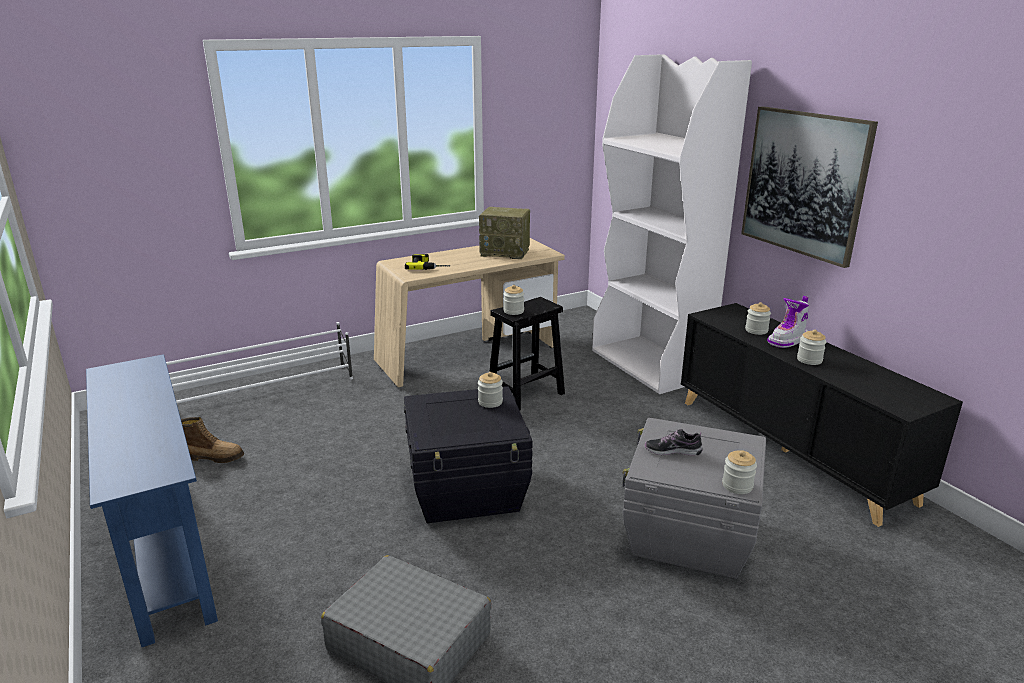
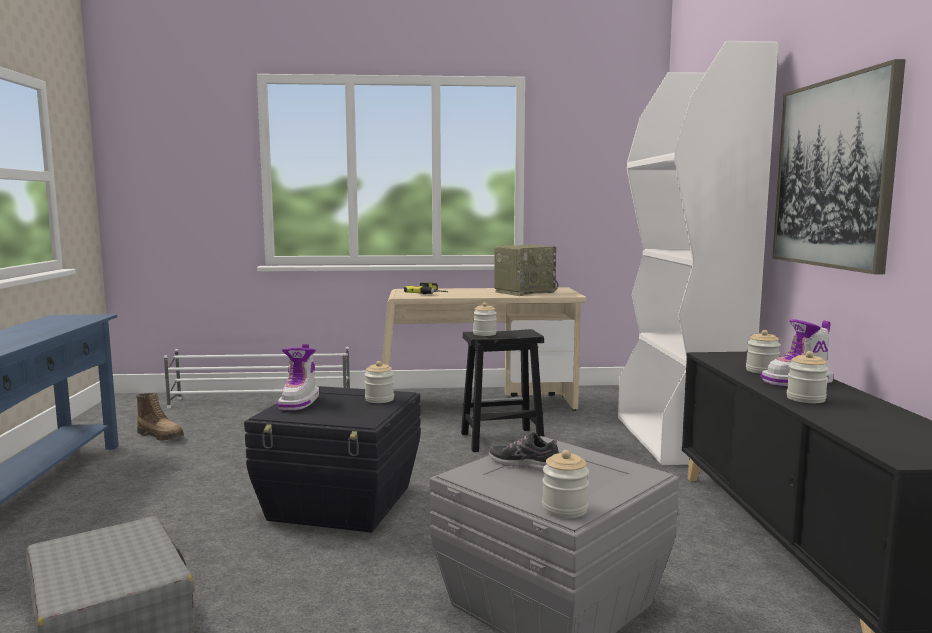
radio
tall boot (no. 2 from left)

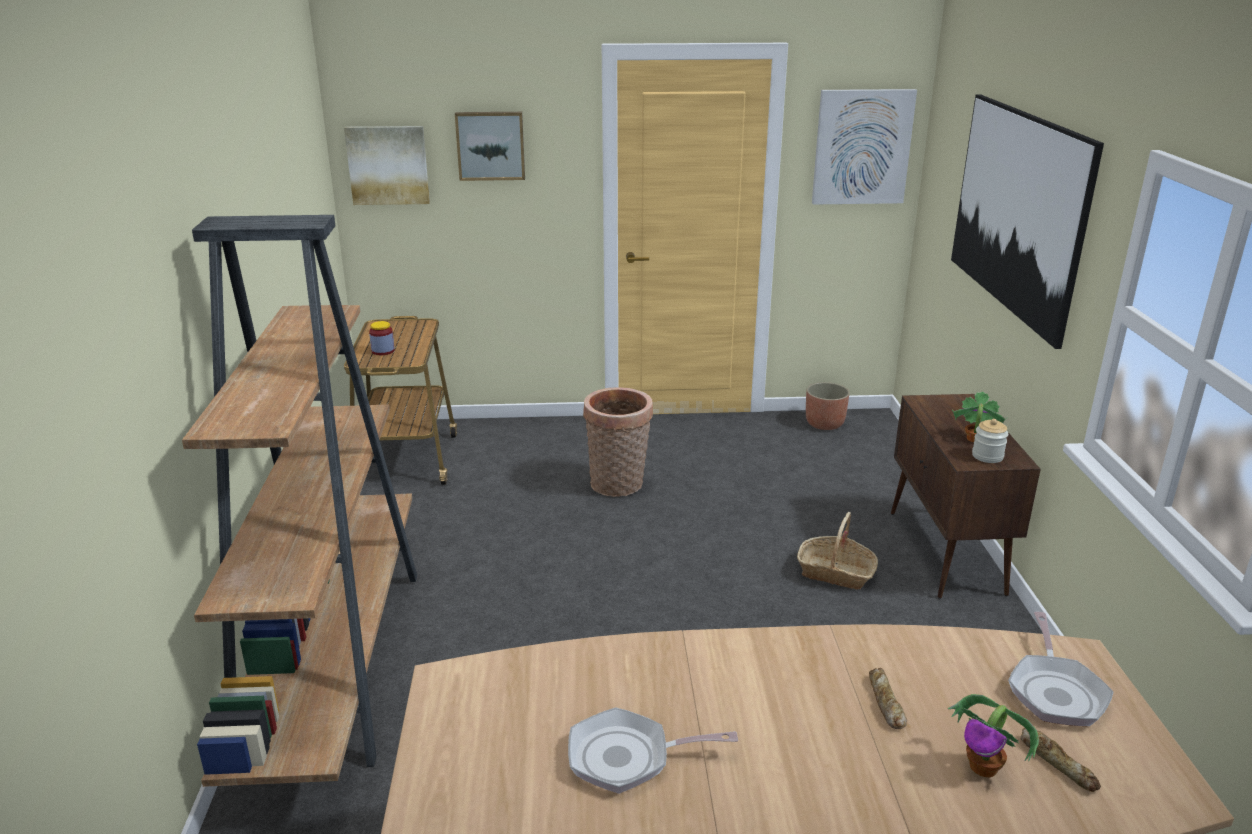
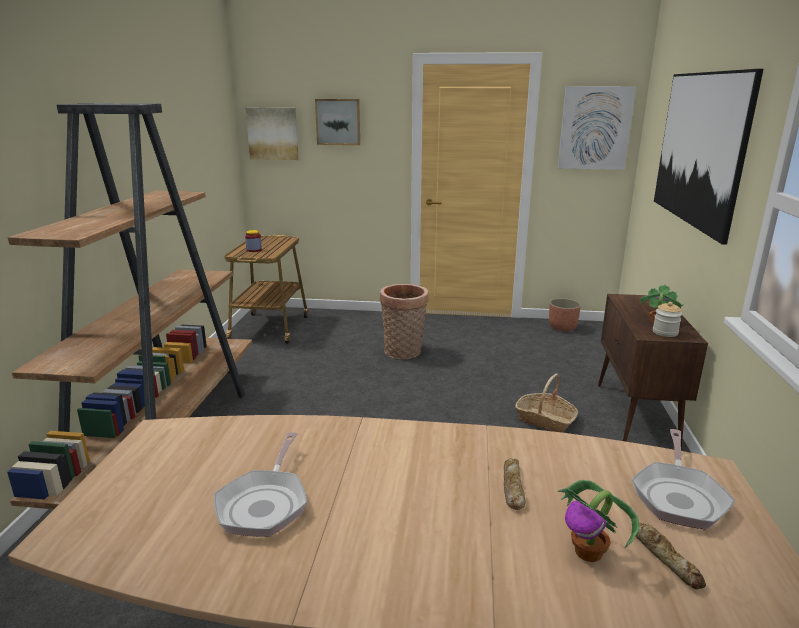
skillet (no. 1 from left)

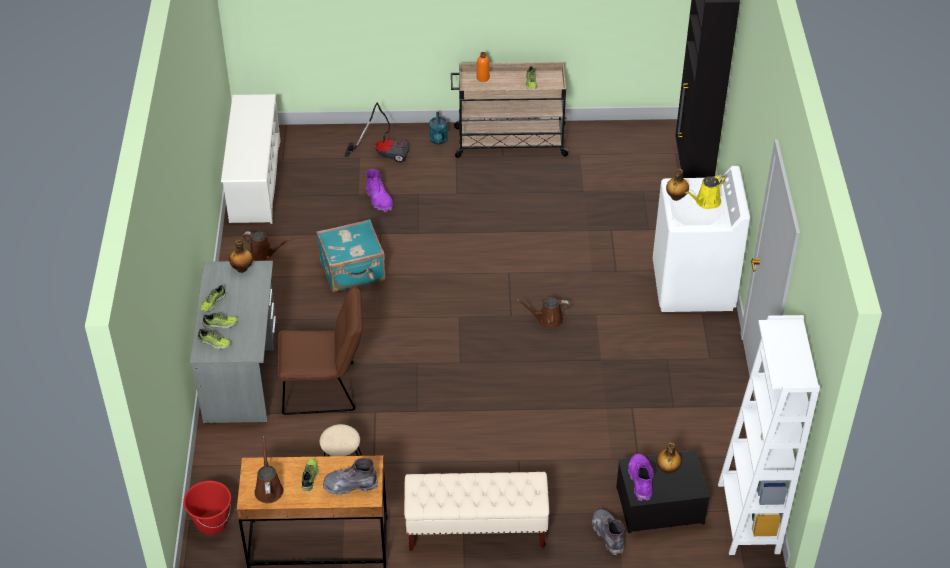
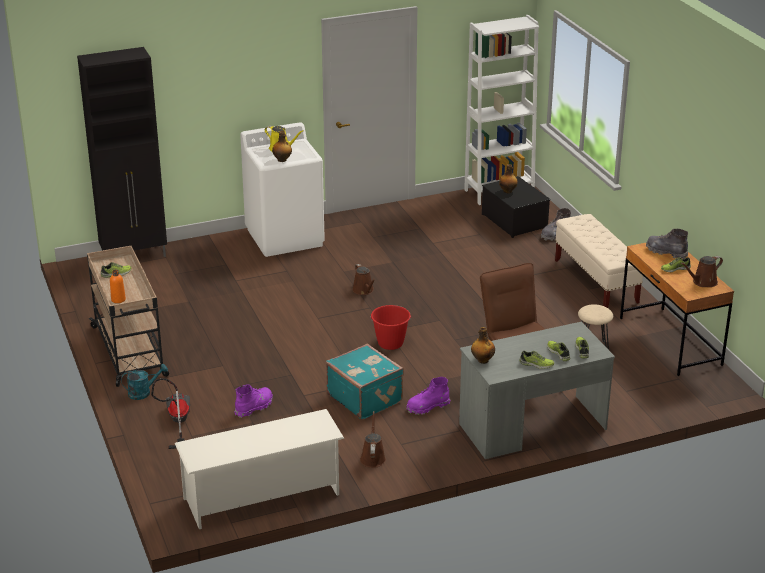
reddish bucket
grey tall boot (no. 2 from left)
purple-coloured tall boot (no. 2 from left)

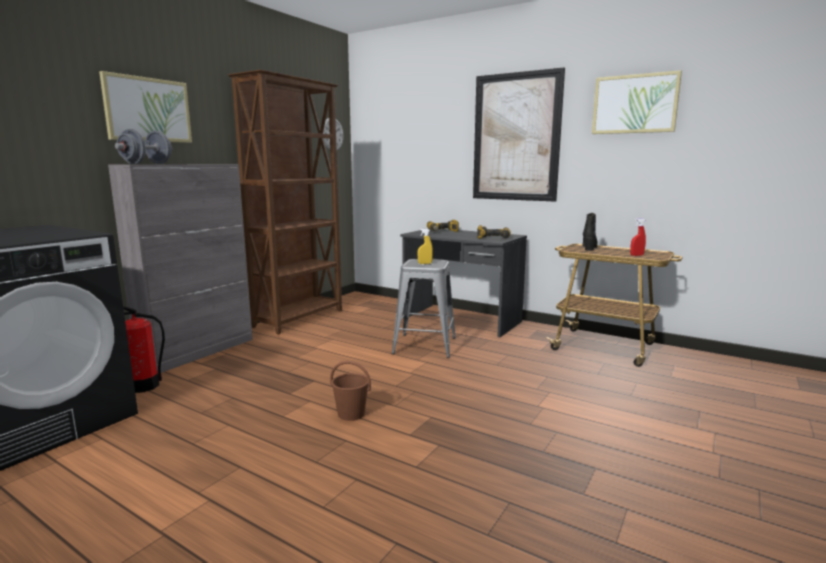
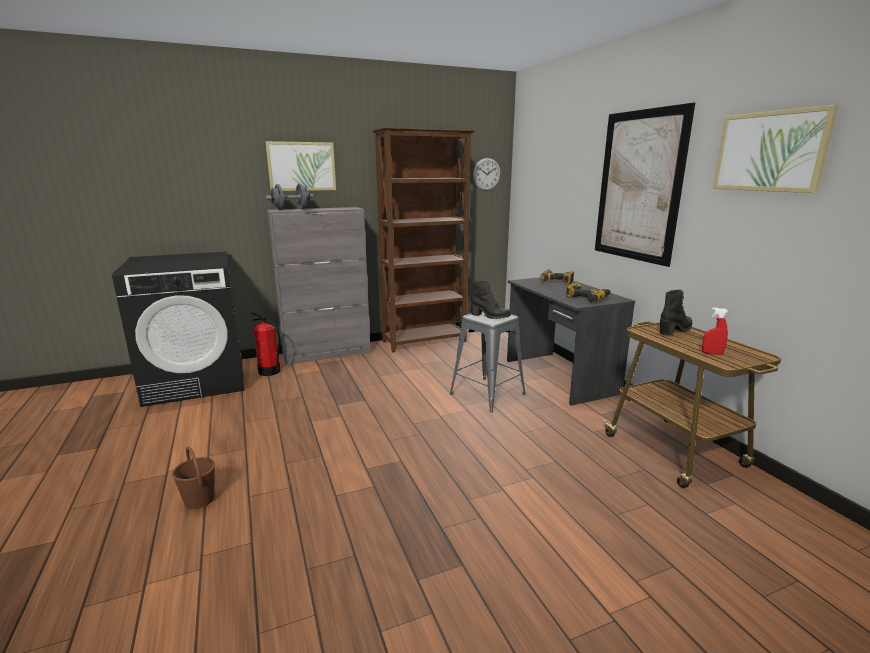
brown bucket
blackish tall boot (no. 1 from left)

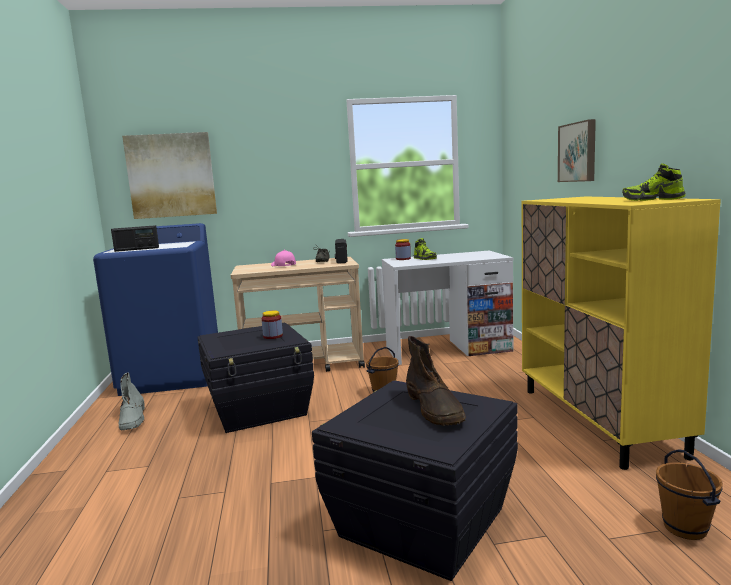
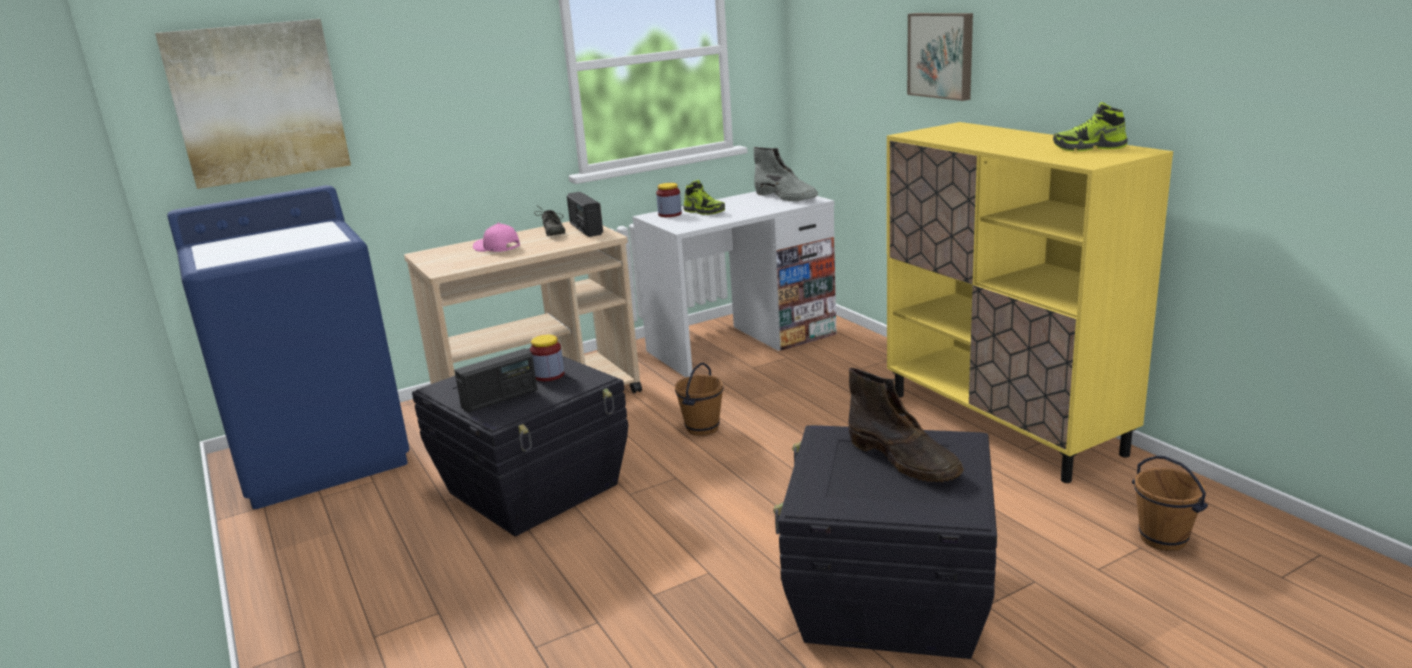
radio (no. 1 from left)
grey tall boot

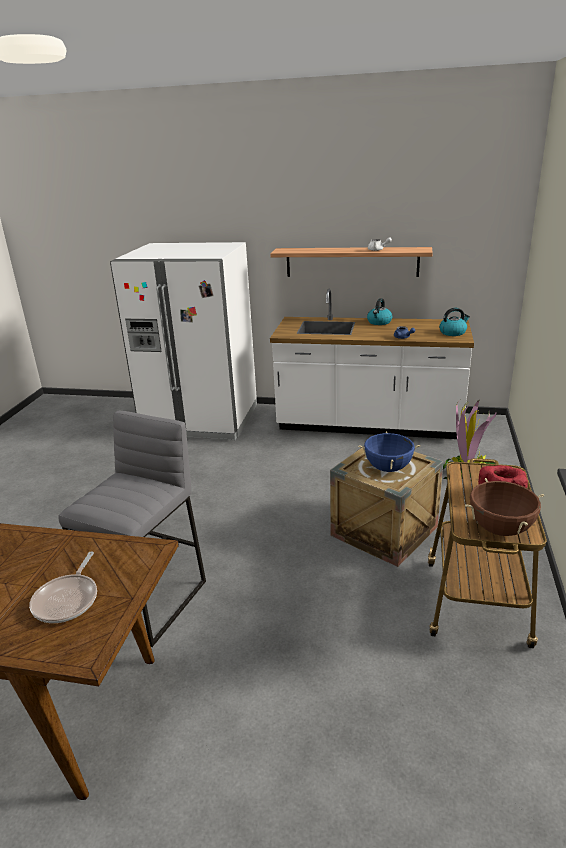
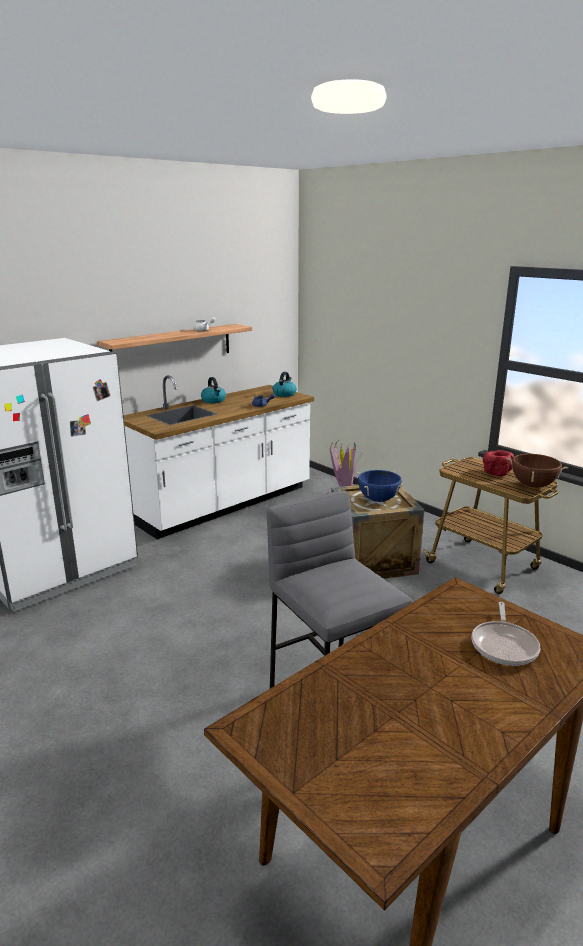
skillet

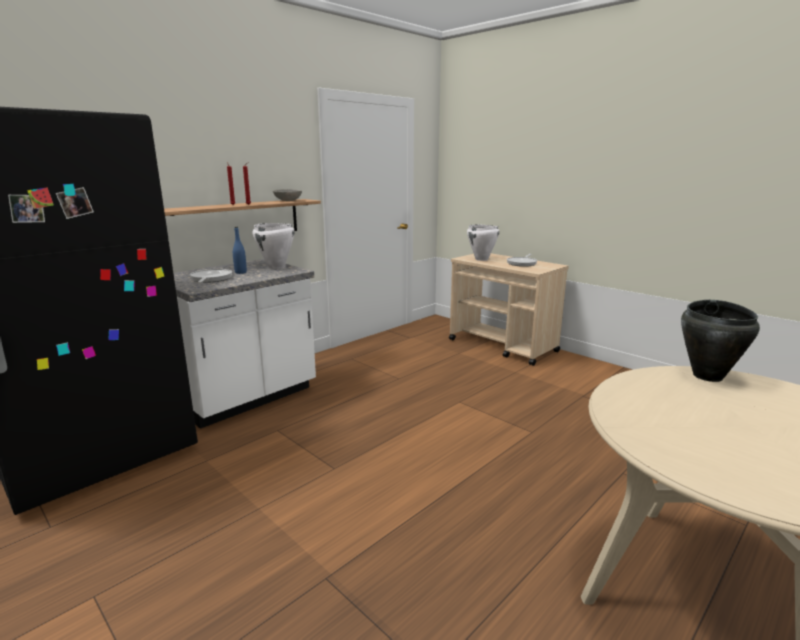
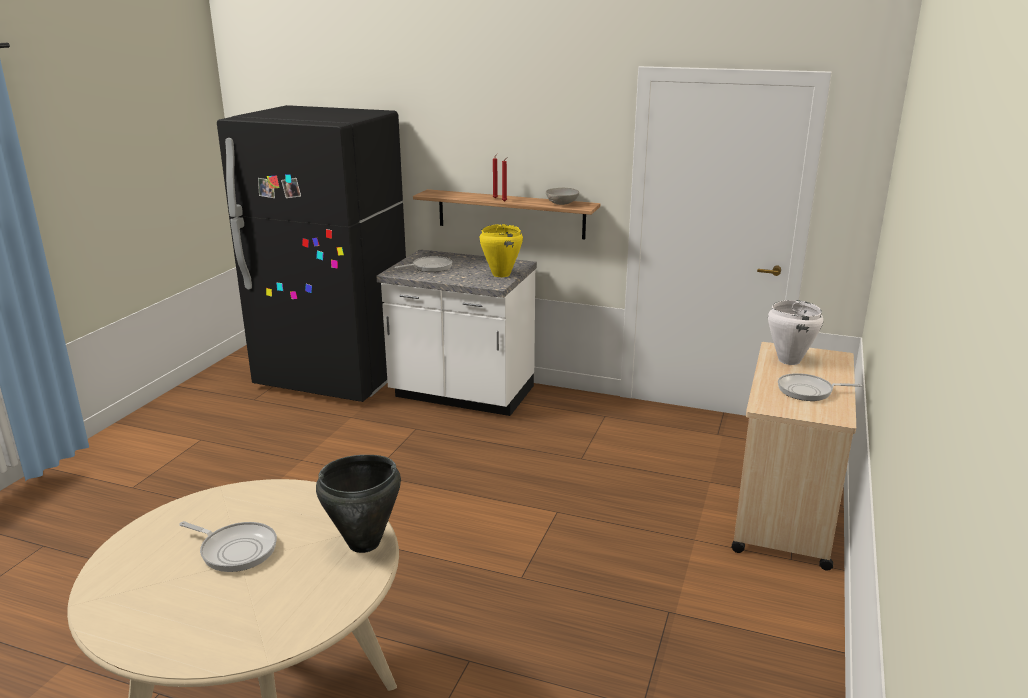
bluish bottle
yellow cooking pot
skillet (no. 1 from left)

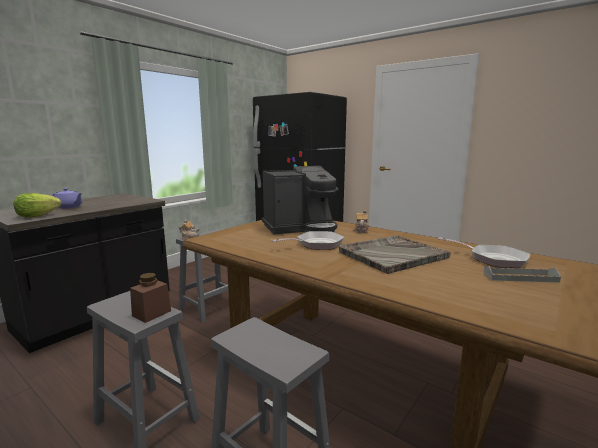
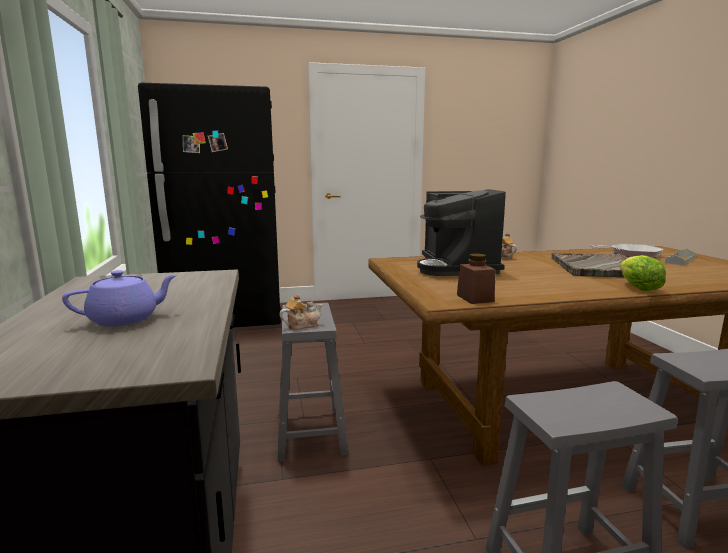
lettuce head
brown jar
coffee maker
skillet (no. 1 from left in the first image)

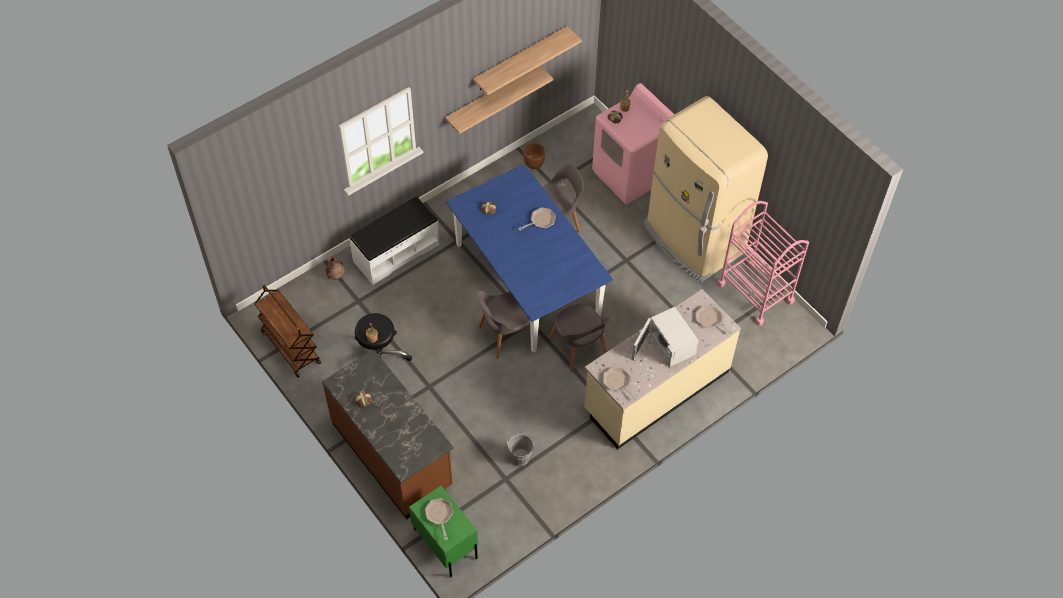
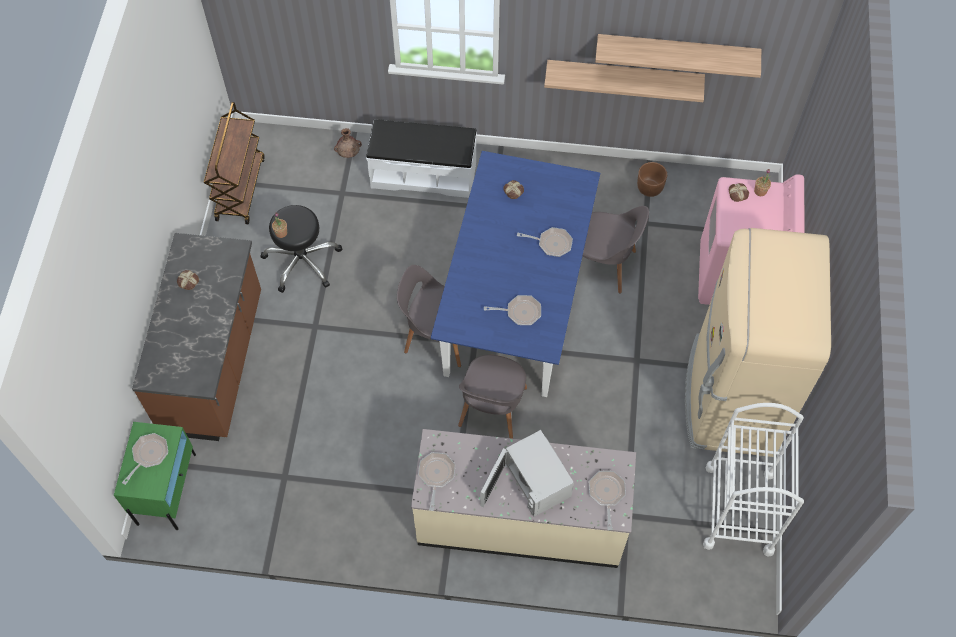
grey bucket
white microwave
white wheeled cart
skillet (no. 3 from left)

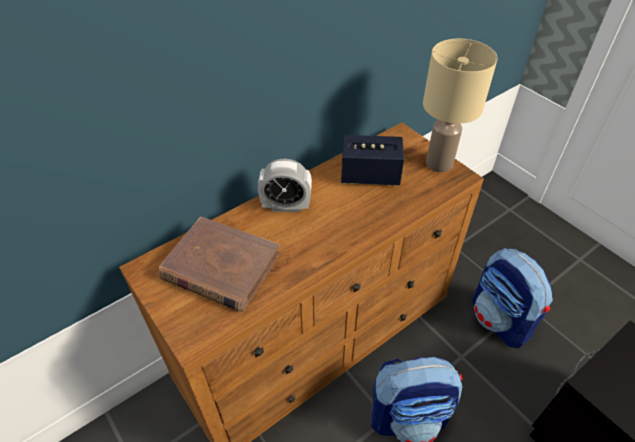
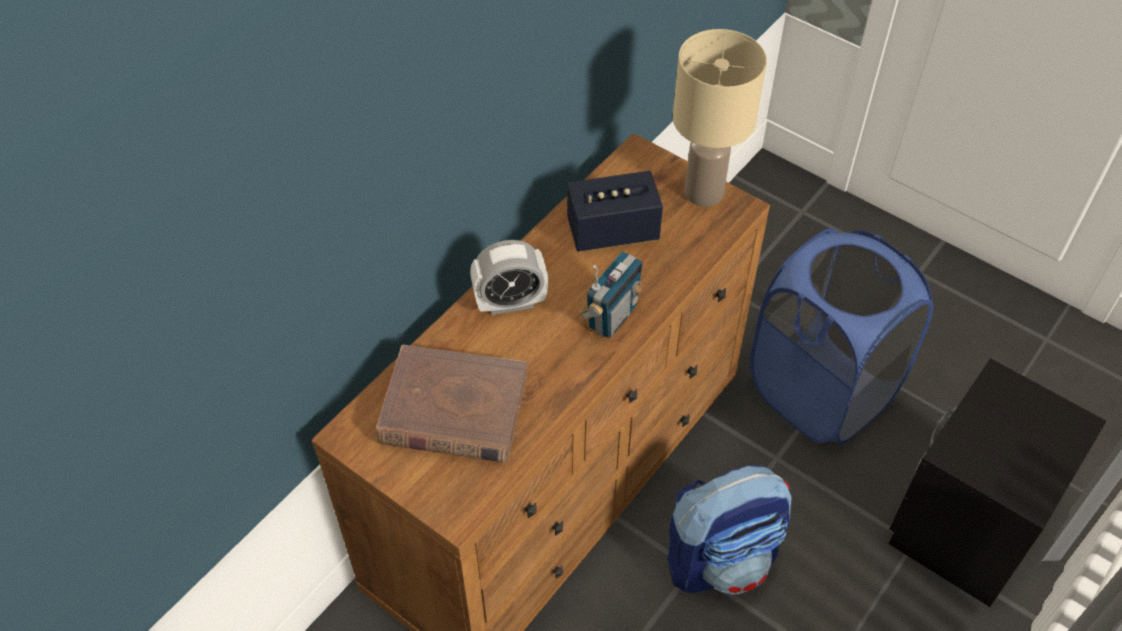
bluish hamper
radio

